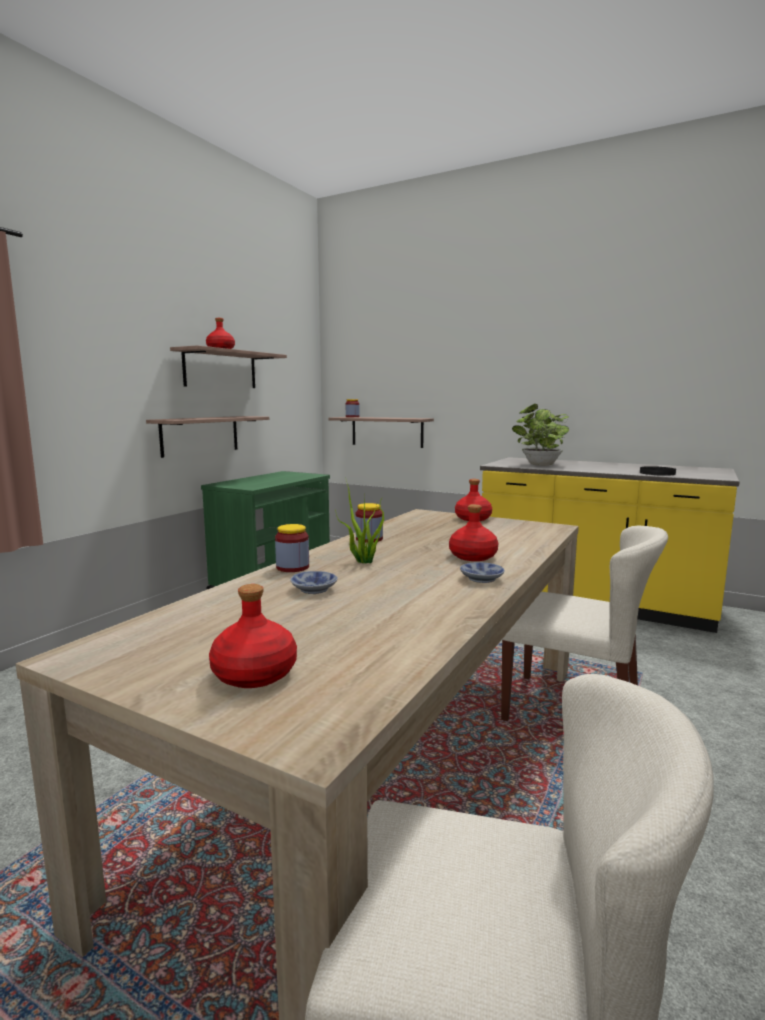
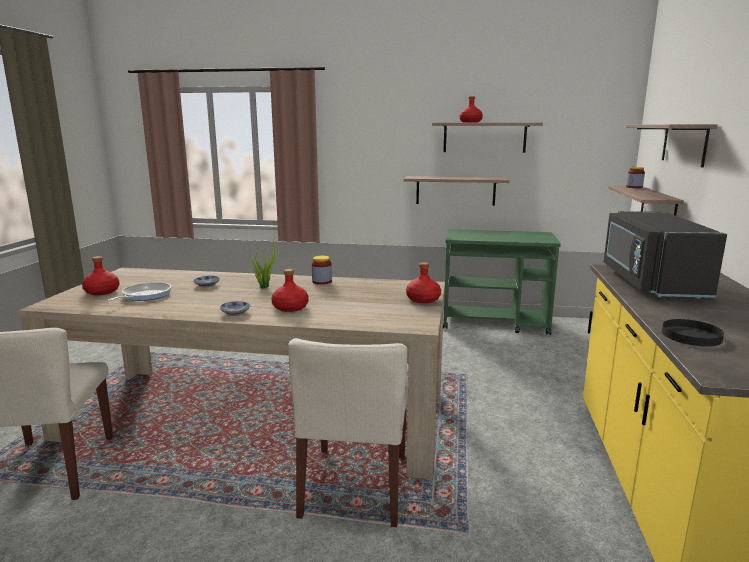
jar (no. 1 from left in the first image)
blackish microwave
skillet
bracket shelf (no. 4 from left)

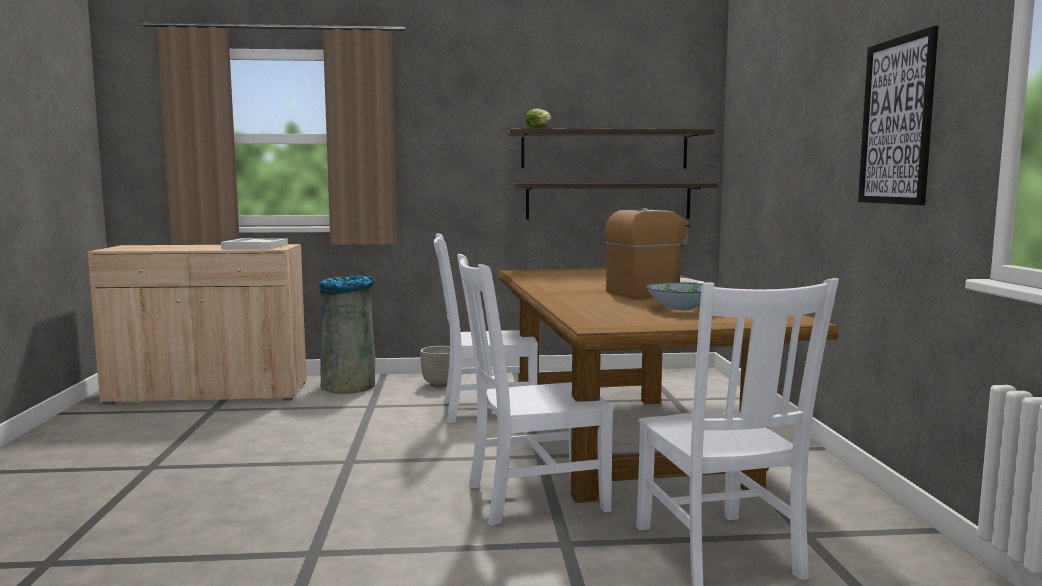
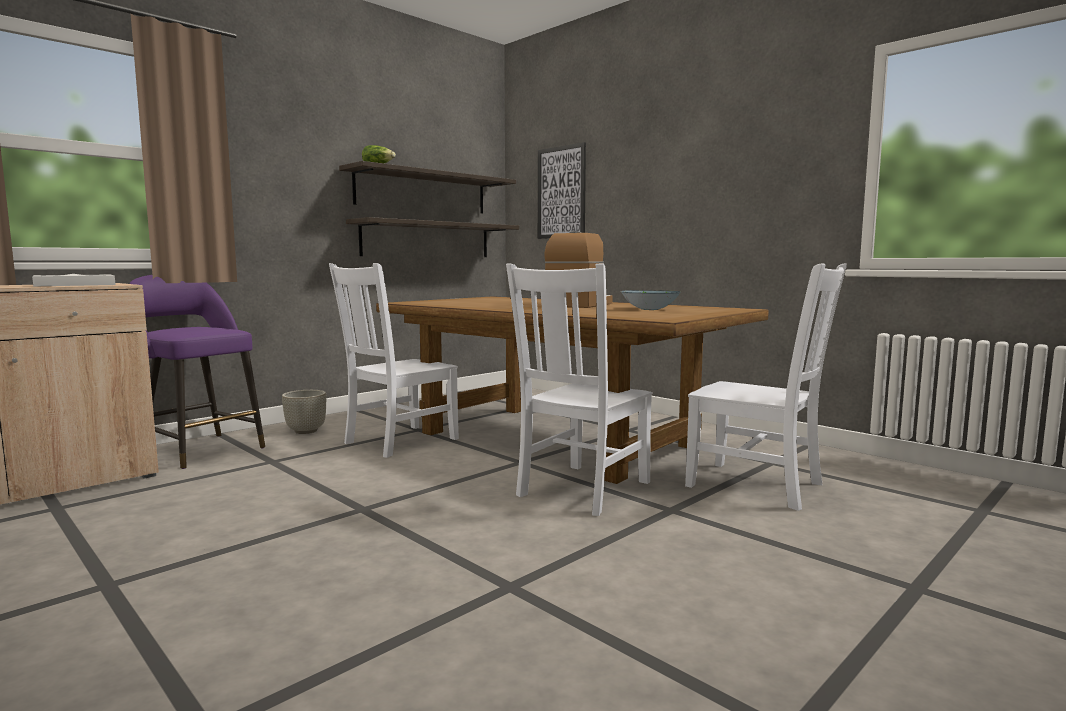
purple-coloured stool
picture

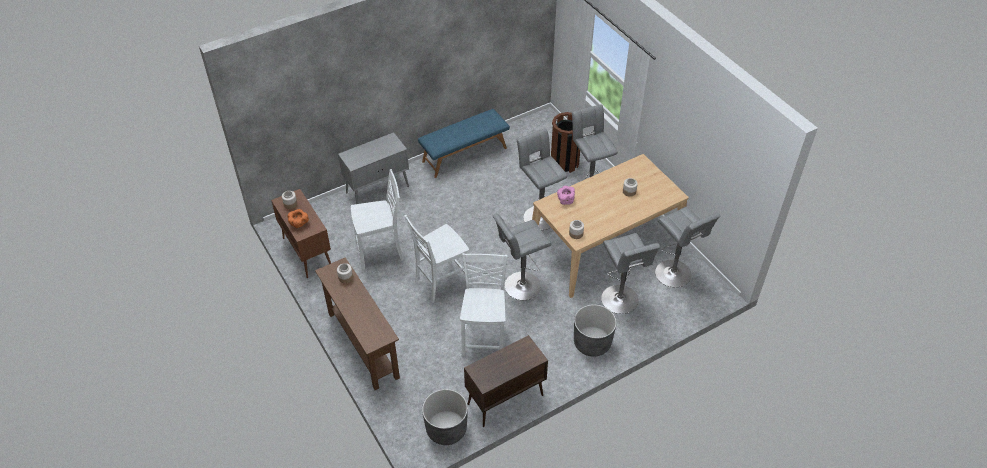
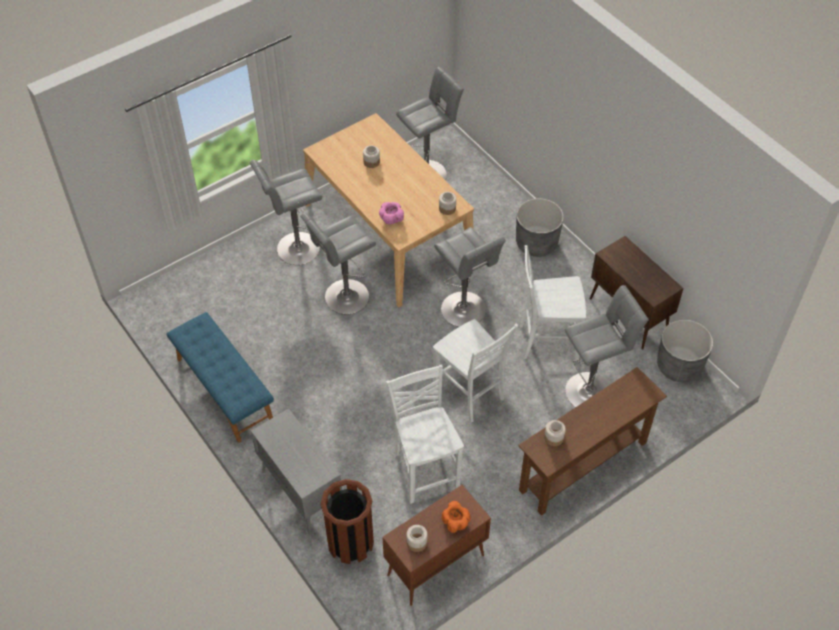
brown trash can
grey stool (no. 5 from left)

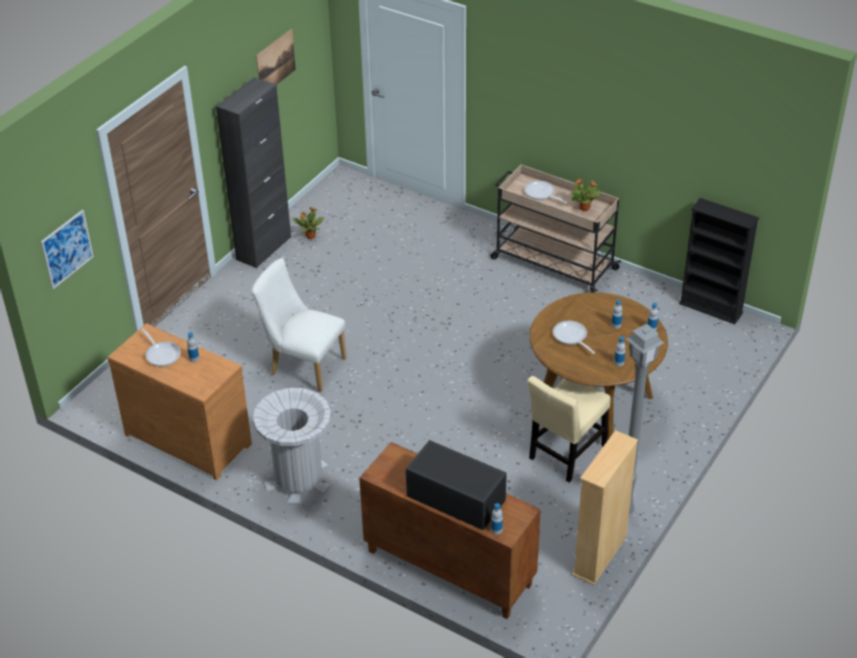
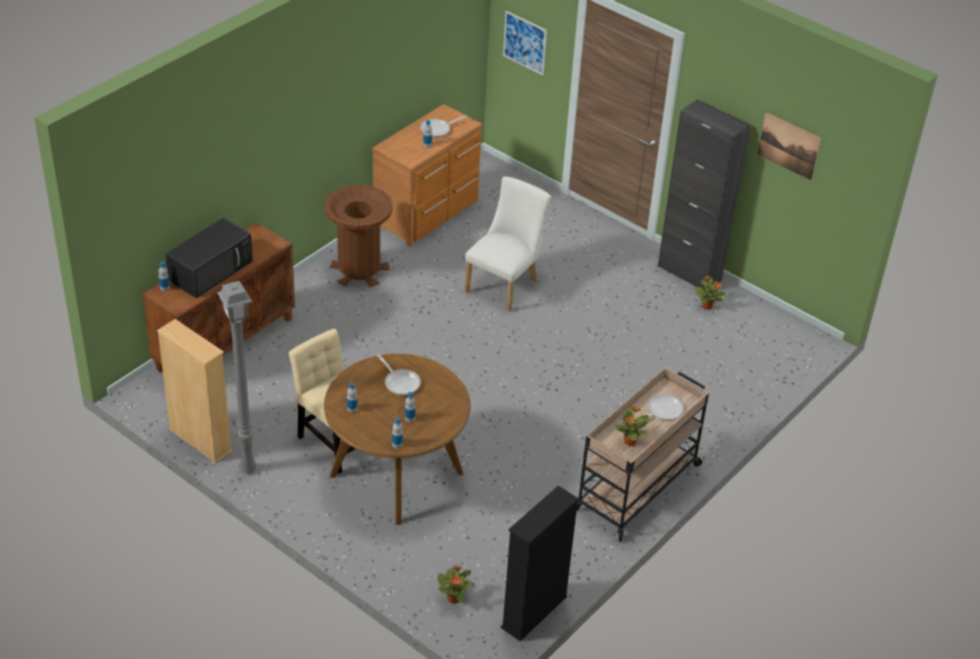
brown trash can
skillet (no. 1 from left)
plant in a pot (no. 1 from left)

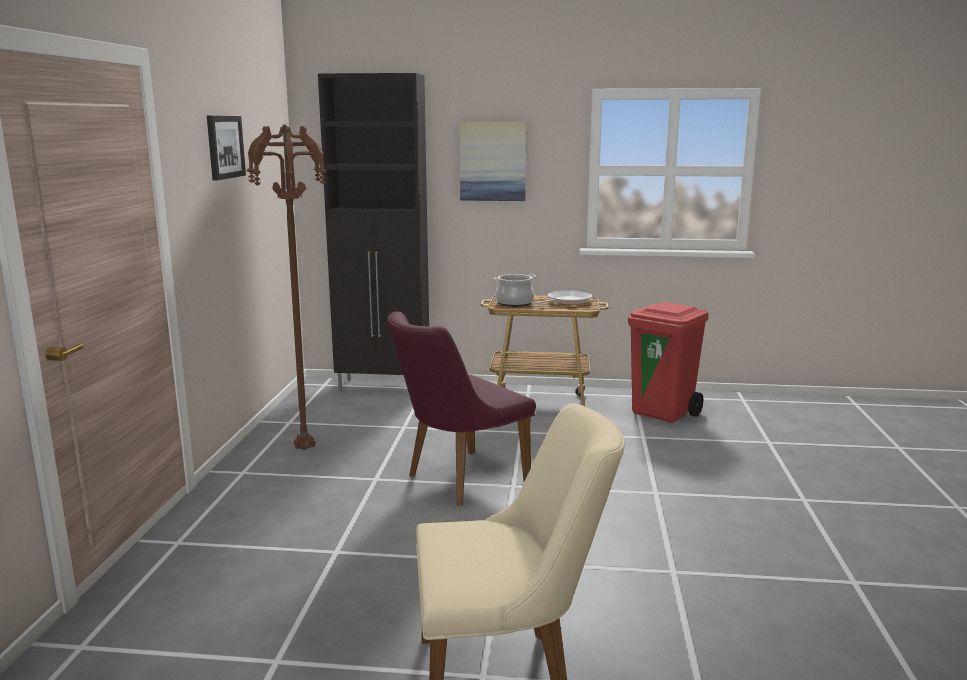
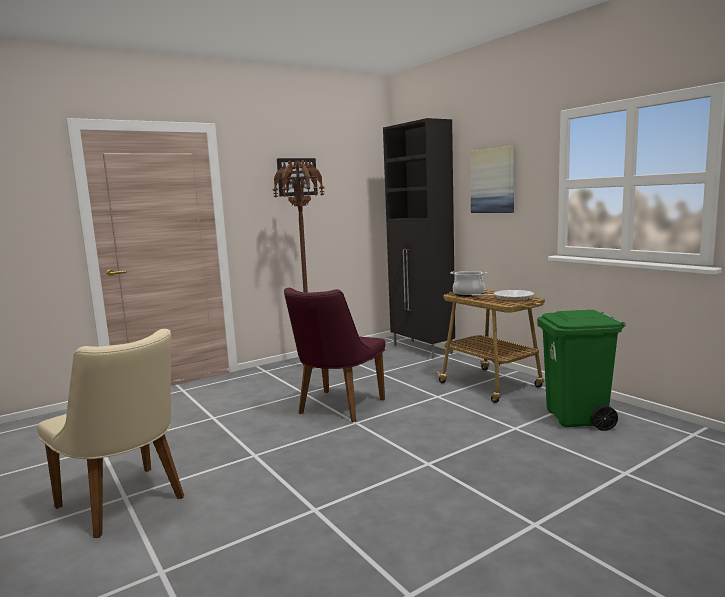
purple-coloured plain chair
greenish trash can

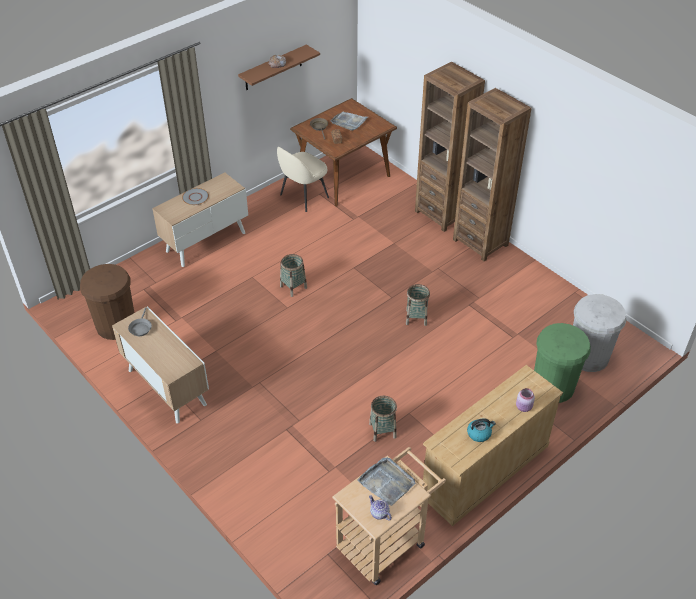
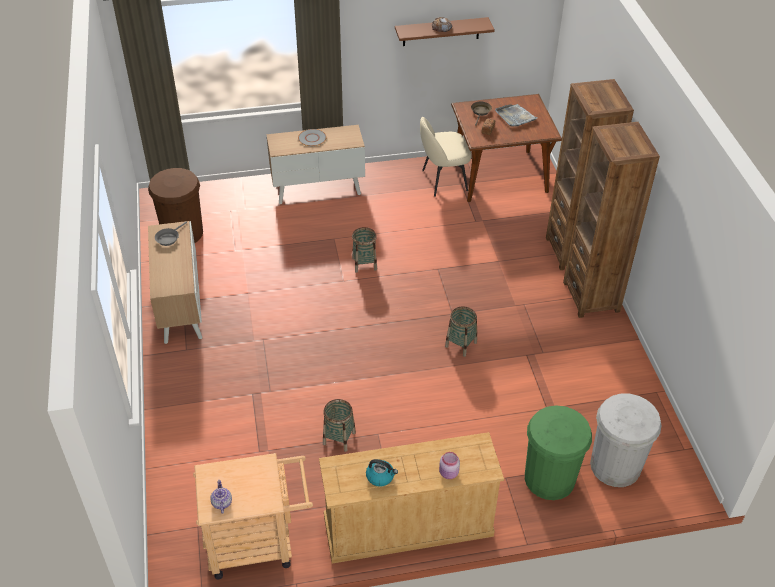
grey serving tray (no. 2 from left in the first image)

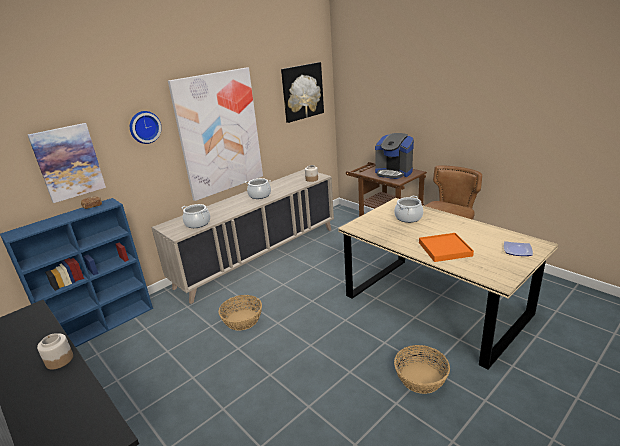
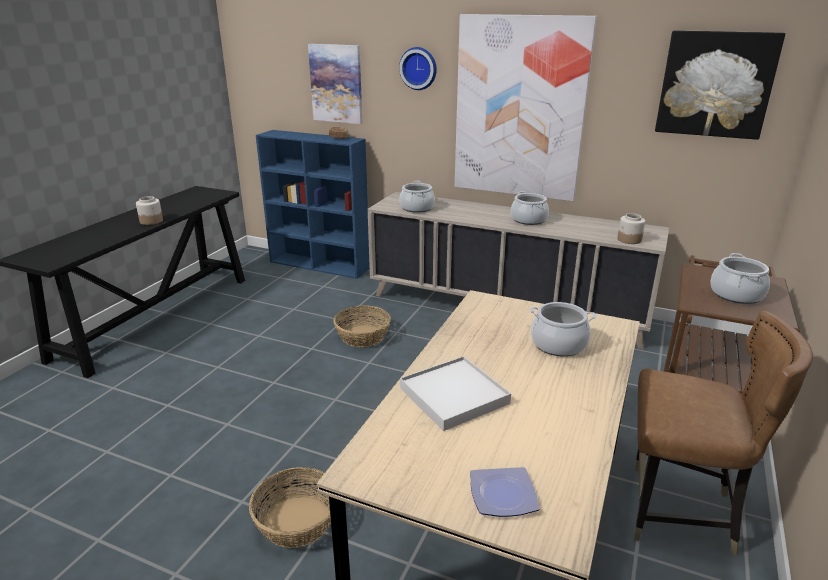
cooking pot (no. 4 from left)
white serving tray

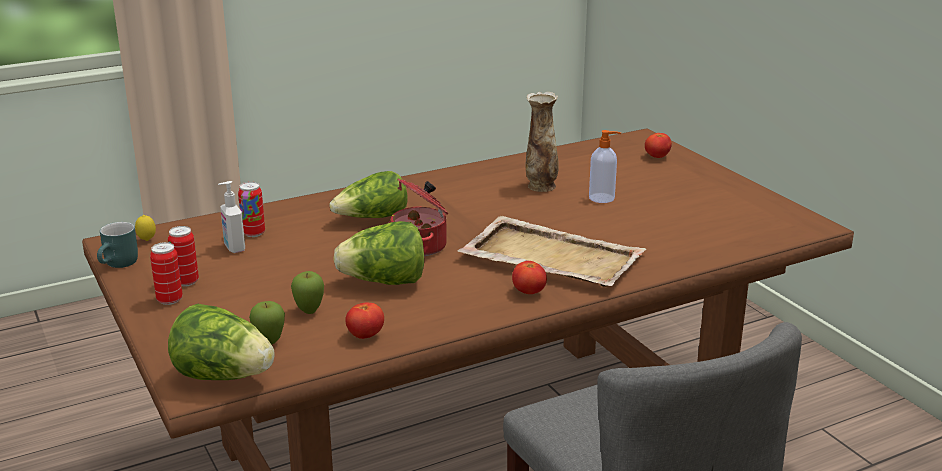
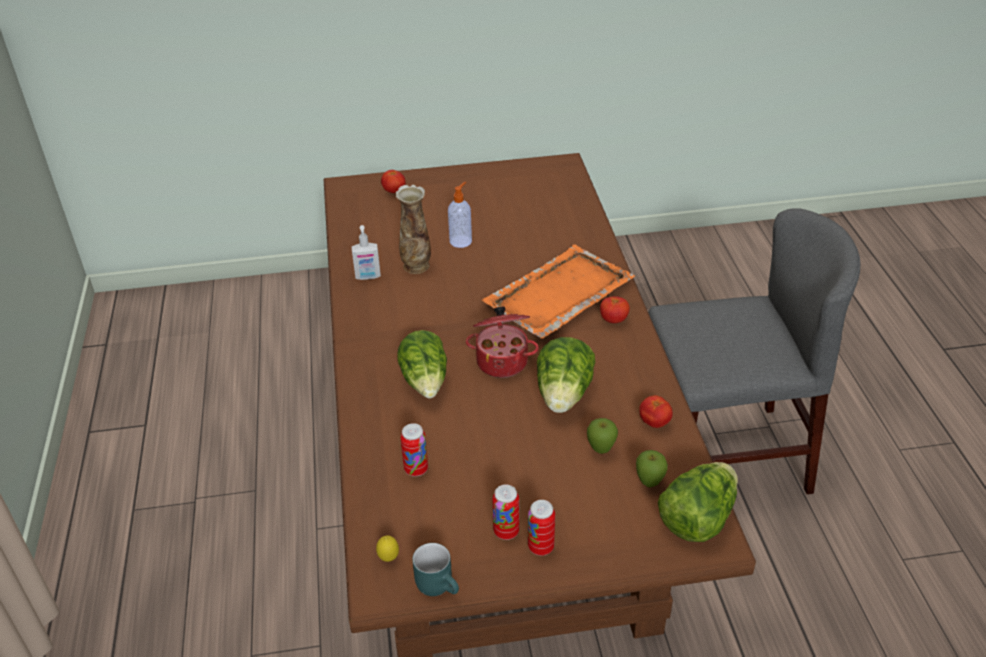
soap dispenser (no. 1 from left)
orange-coloured serving tray

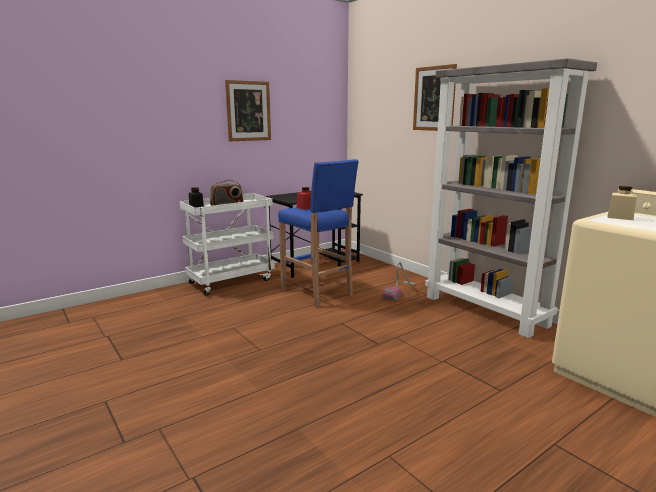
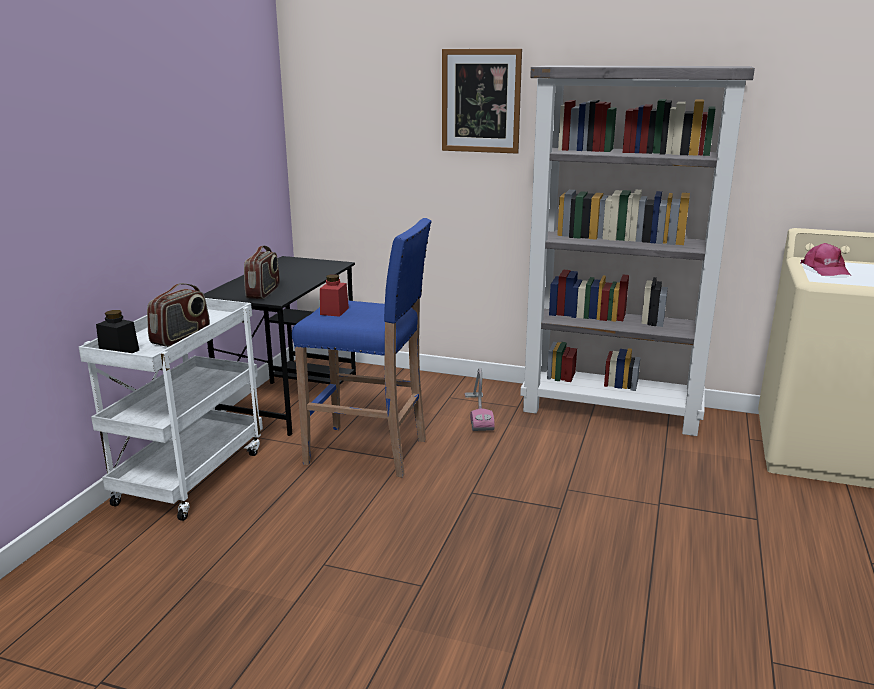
picture (no. 1 from left in the first image)
pink peaked cap
radio (no. 2 from left)

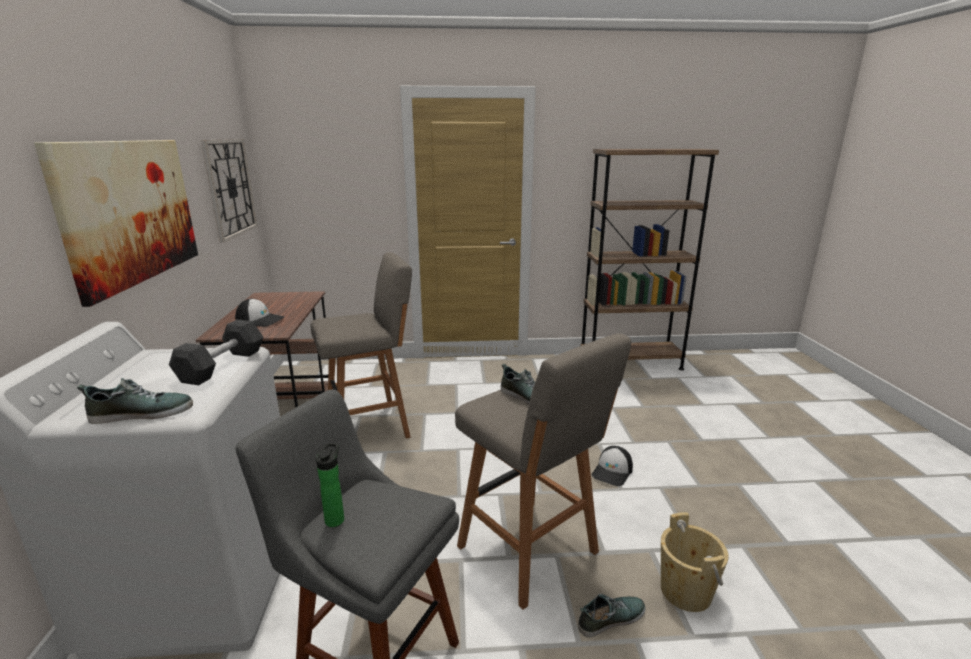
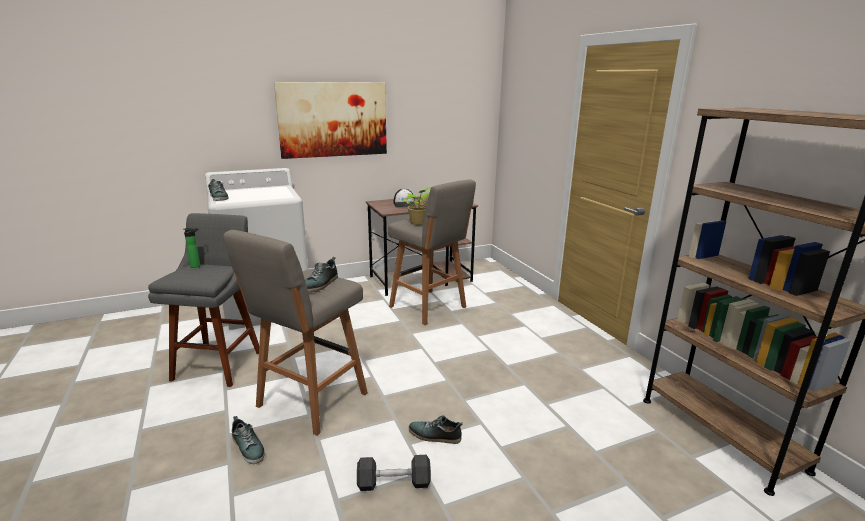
grey free weight
wall clock
low shoe (no. 4 from left)
sand-coloured bucket
plant in a pot

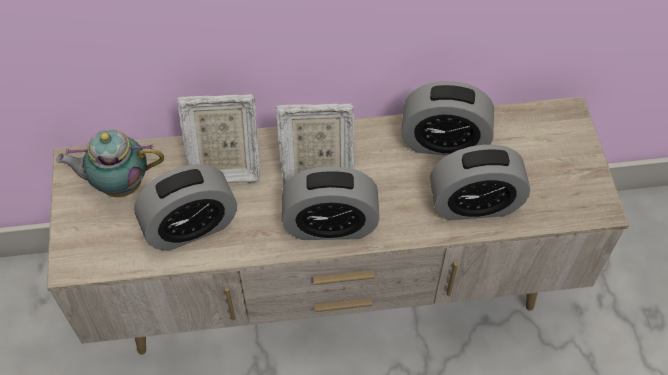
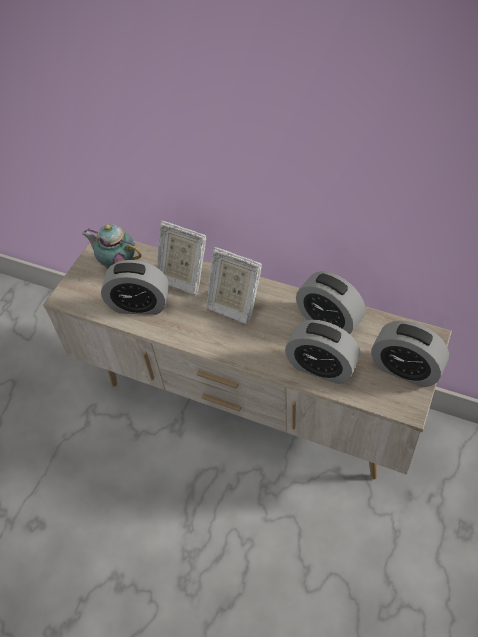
table clock (no. 4 from left)

